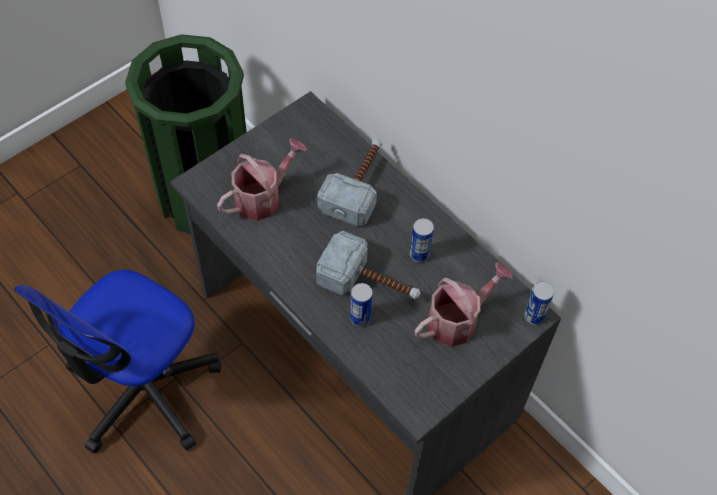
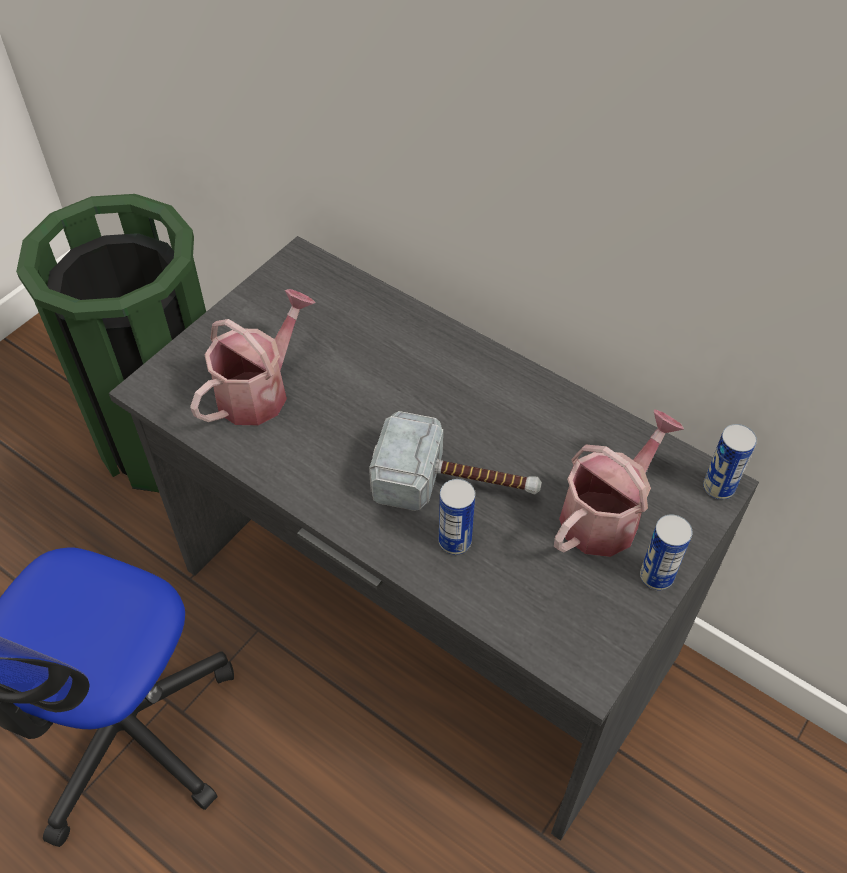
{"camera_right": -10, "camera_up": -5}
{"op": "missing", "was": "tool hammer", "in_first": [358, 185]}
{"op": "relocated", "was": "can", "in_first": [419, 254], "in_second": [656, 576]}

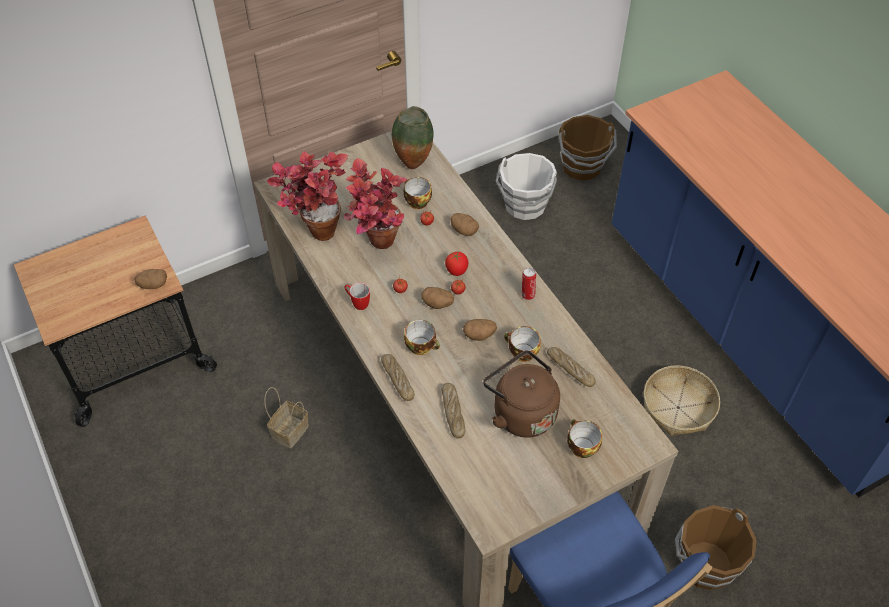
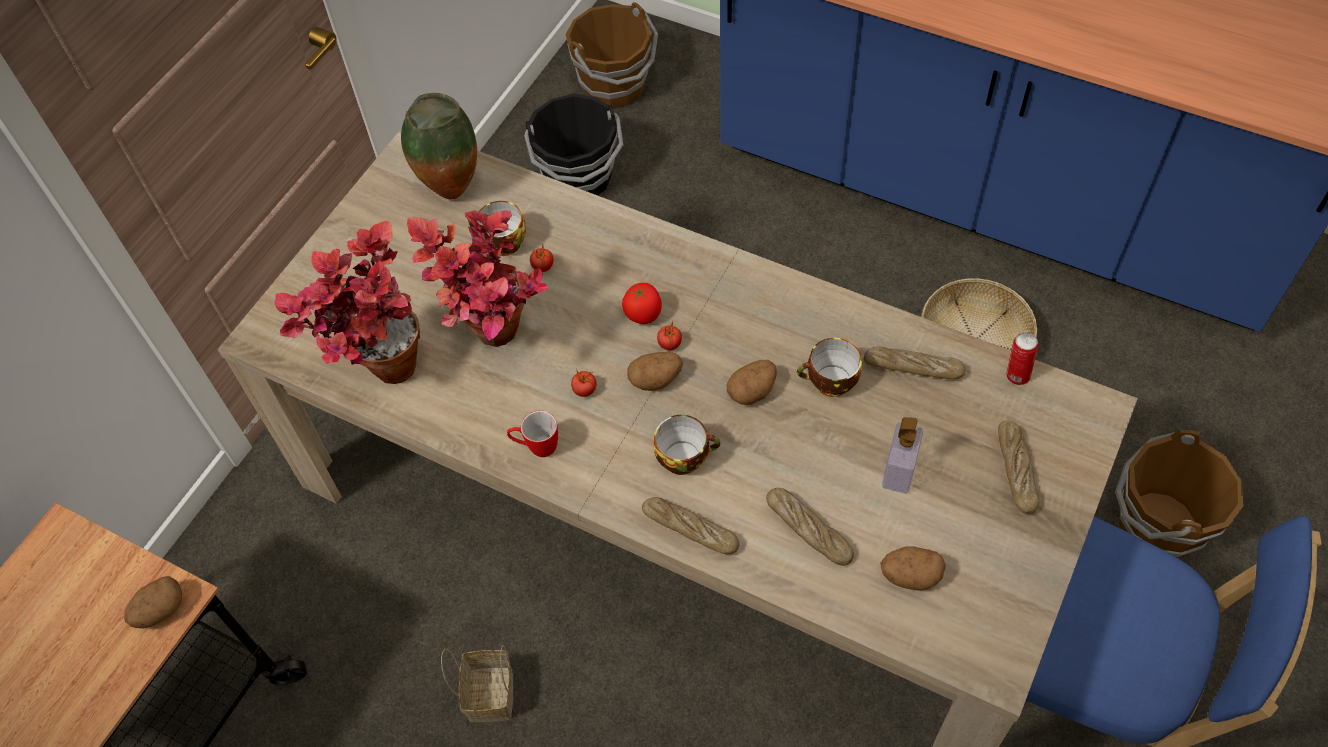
{"camera_right": -30, "camera_up": 5}
{"op": "relocated", "was": "spud", "in_first": [464, 230], "in_second": [910, 575]}
{"op": "exchanged", "was": "water kettle/brown-coloured", "now": "soap dispenser", "in_first": [521, 412], "in_second": [899, 470]}
{"op": "colour", "was": "bucket/white-coloured", "now": "bucket/black", "in_first": [525, 206], "in_second": [579, 179]}
{"op": "relocated", "was": "can", "in_first": [527, 294], "in_second": [1016, 375]}
{"op": "exchanged", "was": "drinking cup", "now": "bread", "in_first": [580, 446], "in_second": [1016, 470]}

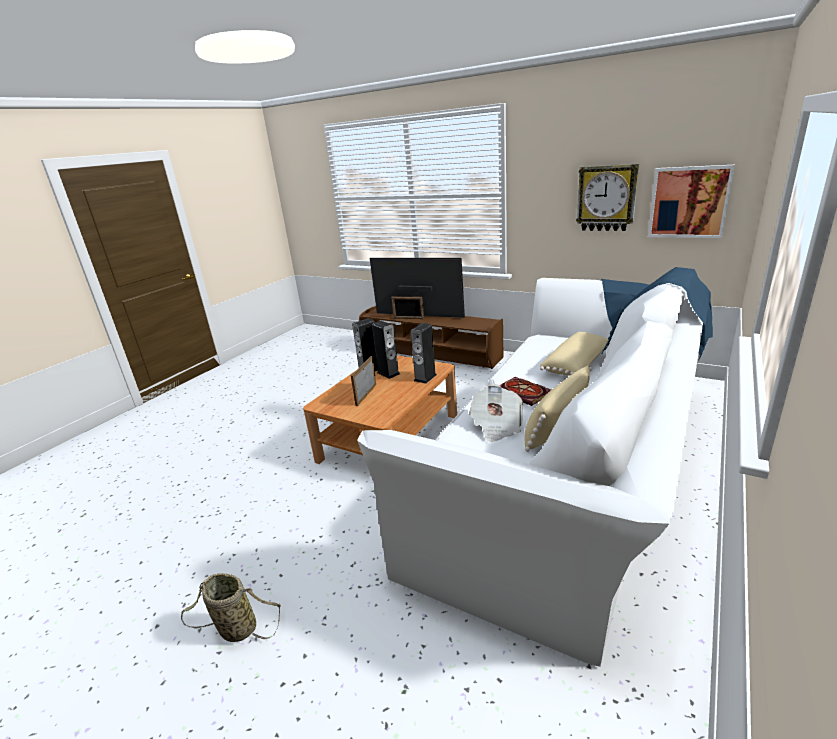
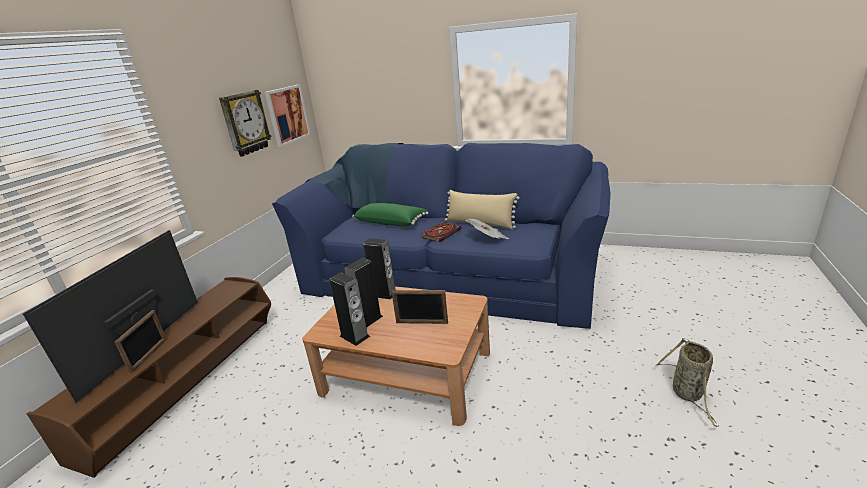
{"camera_right": -100, "camera_up": 0}
{"op": "colour", "was": "sofa/white-coloured", "now": "sofa/bluish", "in_first": [571, 471], "in_second": [450, 273]}
{"op": "colour", "was": "pillow/beige-coloured", "now": "pillow/green", "in_first": [578, 365], "in_second": [391, 222]}

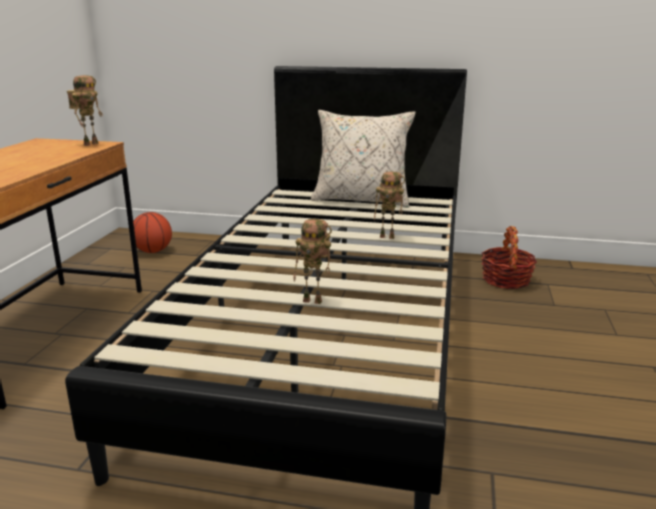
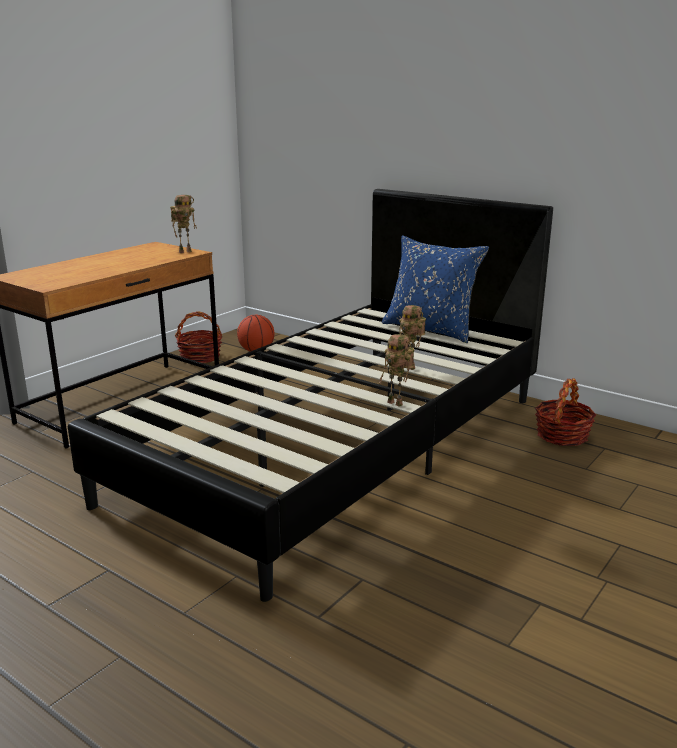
{"camera_right": 25, "camera_up": 0}
{"op": "relocated", "was": "robot figure", "in_first": [314, 300], "in_second": [397, 403]}
{"op": "colour", "was": "pillow/beige-coloured", "now": "pillow/bluish", "in_first": [361, 200], "in_second": [431, 329]}
{"op": "appeared", "now": "storage basket", "in_second": [200, 357]}

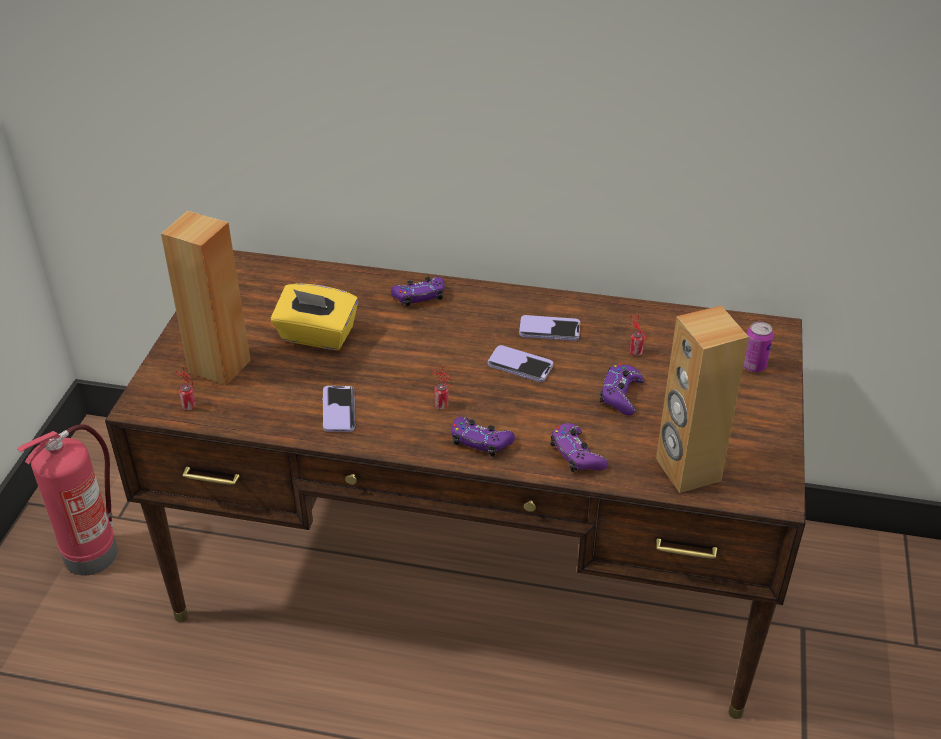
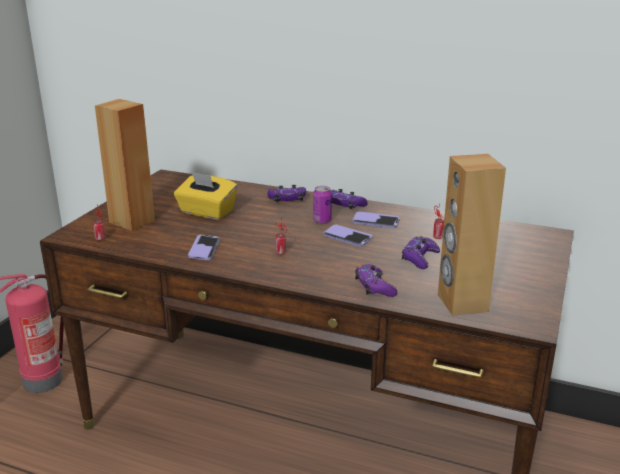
{"camera_right": 10, "camera_up": -15}
{"op": "relocated", "was": "joypad/purple-coloured", "in_first": [481, 441], "in_second": [345, 204]}
{"op": "relocated", "was": "can", "in_first": [753, 366], "in_second": [322, 221]}

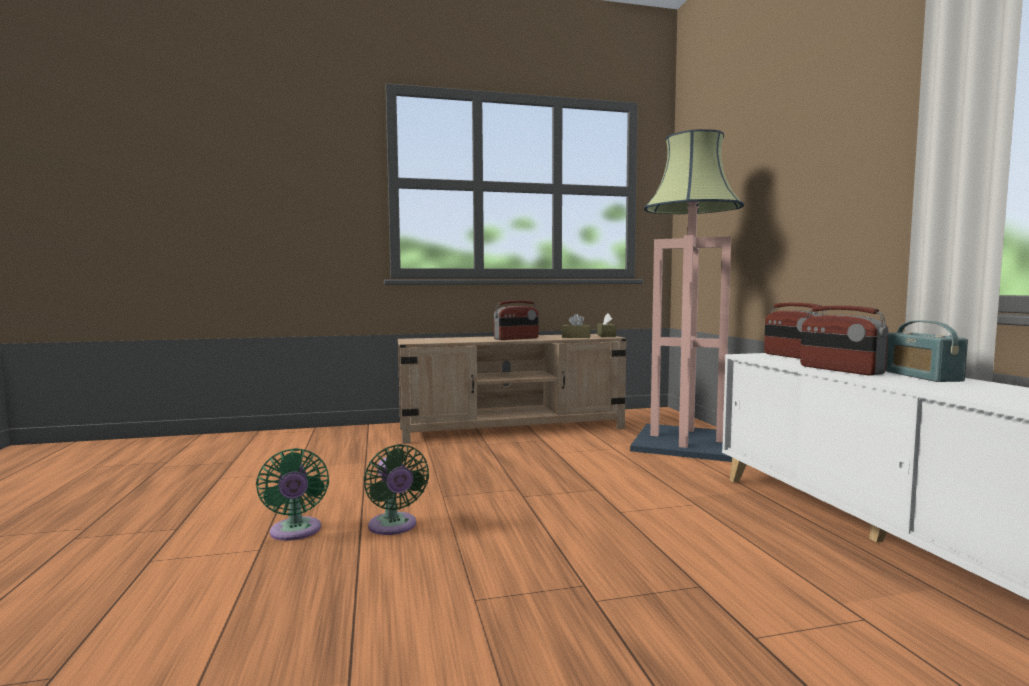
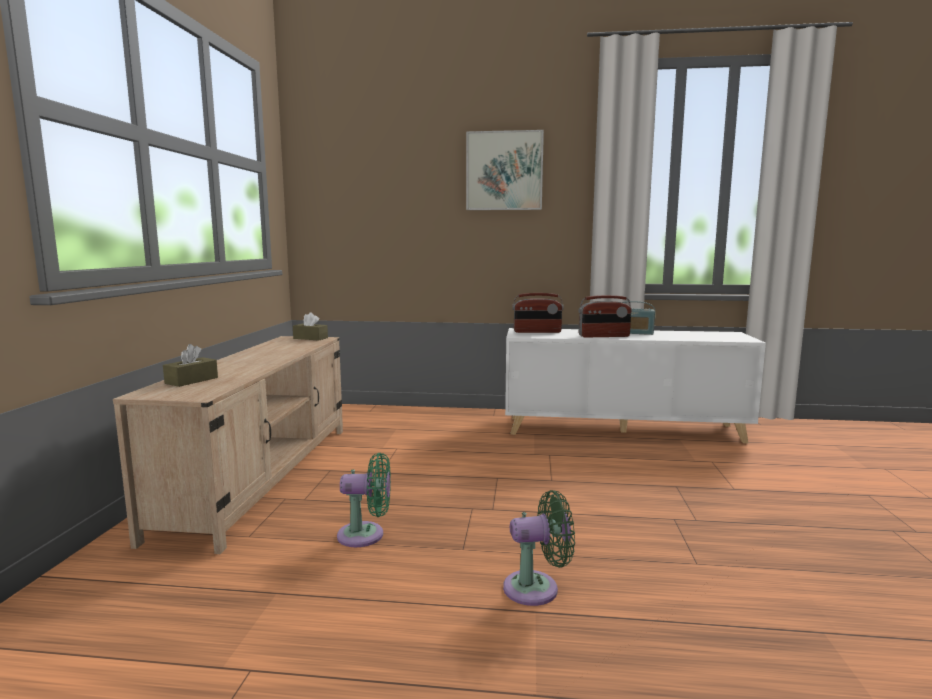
{"camera_right": -70, "camera_up": 5}
{"op": "relocated", "was": "fan/green", "in_first": [295, 532], "in_second": [366, 535]}
{"op": "missing", "was": "radio set", "in_first": [516, 338]}
{"op": "relocated", "was": "tissue holder/brown-coloured", "in_first": [576, 337], "in_second": [191, 380]}
{"op": "missing", "was": "floor lamp", "in_first": [687, 443]}
{"op": "appeared", "now": "wall art", "in_second": [504, 171]}

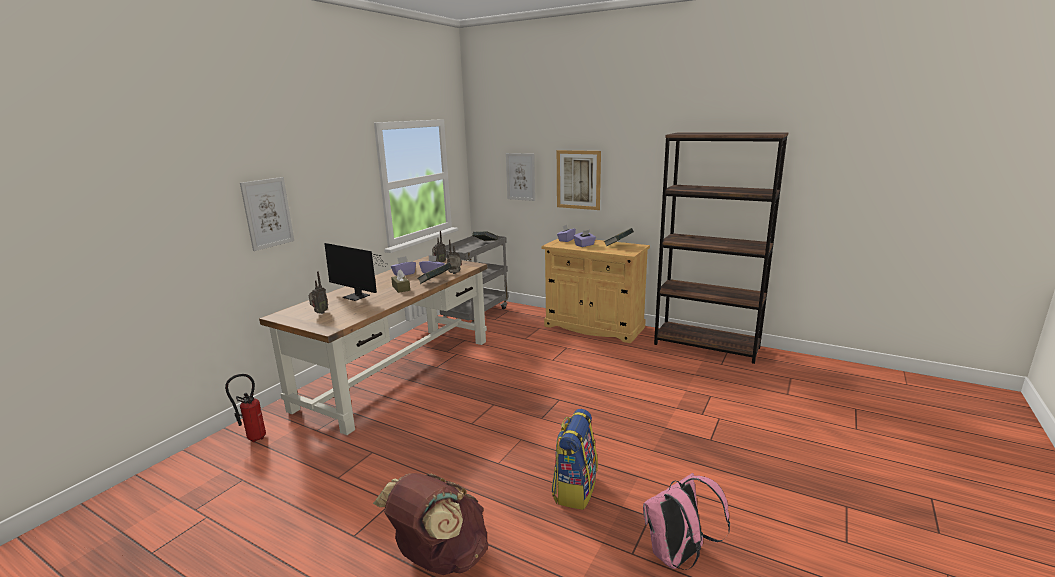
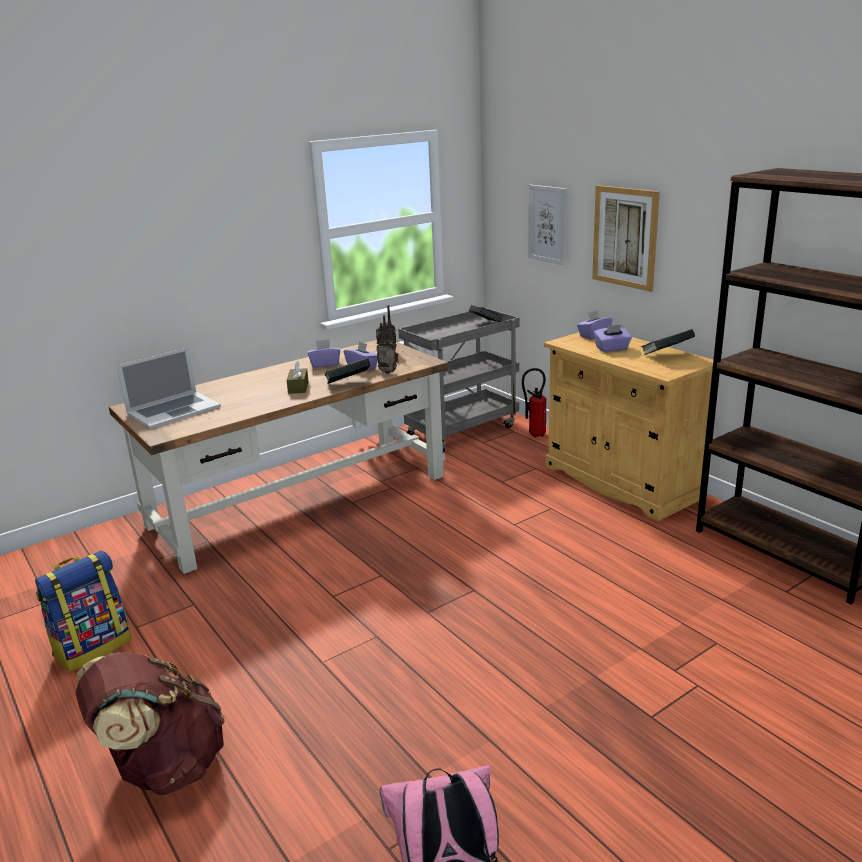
{"camera_right": 25, "camera_up": 5}
{"op": "relocated", "was": "fire-fighting cylinder", "in_first": [253, 439], "in_second": [534, 435]}
{"op": "missing", "was": "wall art", "in_first": [267, 213]}
{"op": "exchanged", "was": "radio set", "now": "notebook computer", "in_first": [319, 313], "in_second": [173, 410]}
{"op": "missing", "was": "computer screen", "in_first": [358, 297]}
{"op": "relocated", "was": "rucksack", "in_first": [574, 489], "in_second": [93, 647]}

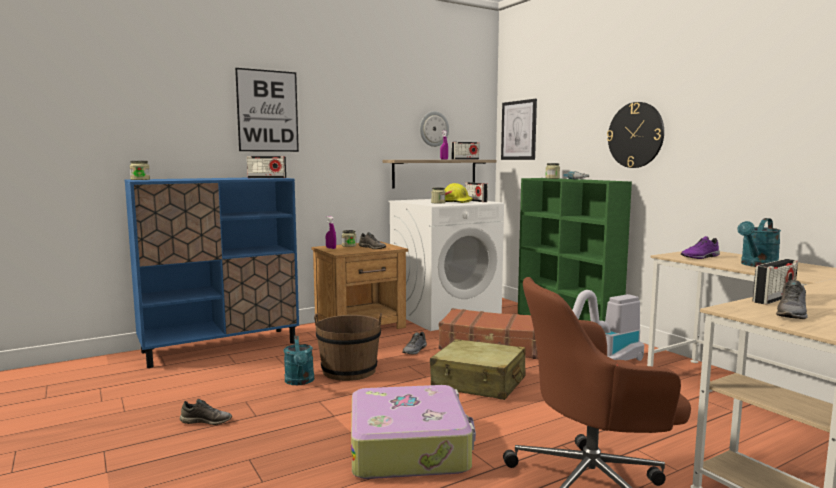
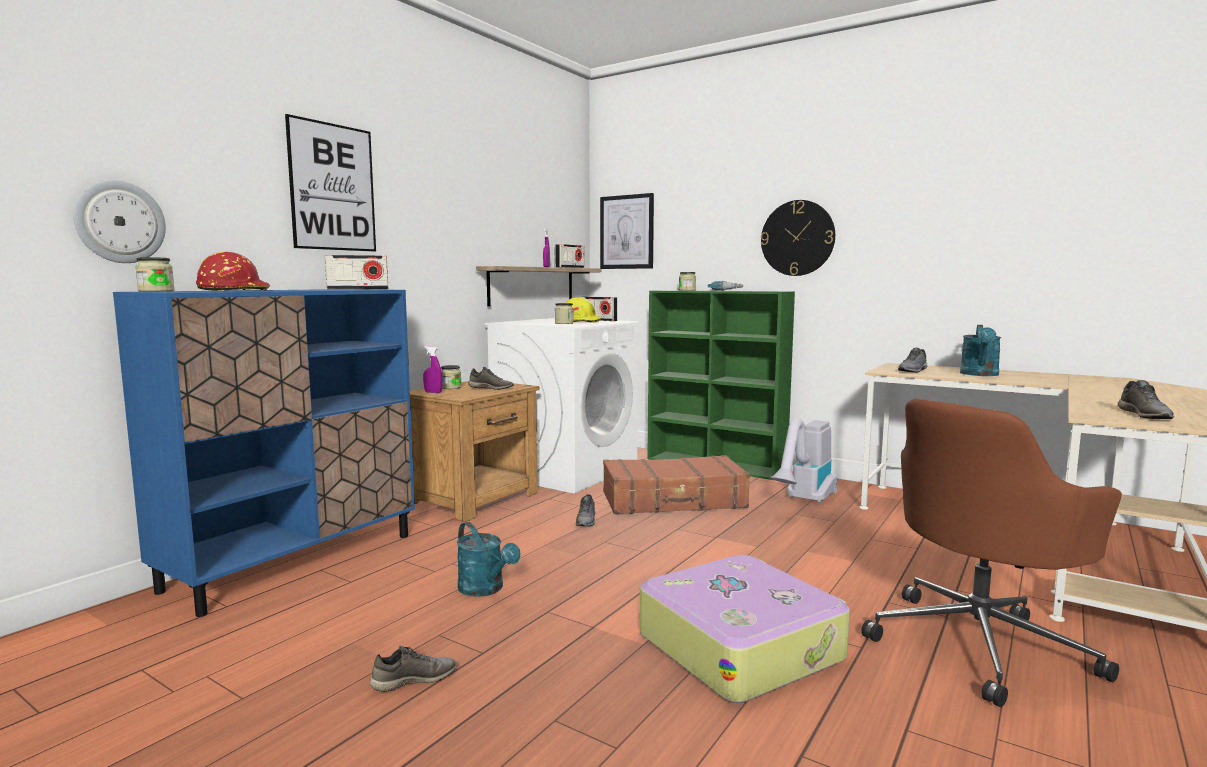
{"camera_right": -25, "camera_up": 0}
{"op": "missing", "was": "bucket/brown-coloured", "in_first": [349, 371]}
{"op": "relocated", "was": "clock on the wall", "in_first": [433, 129], "in_second": [120, 222]}
{"op": "missing", "was": "piece of luggage/beige-coloured", "in_first": [478, 383]}
{"op": "colour", "was": "shoe/purple-coloured", "now": "shoe/gray", "in_first": [700, 257], "in_second": [913, 370]}
{"op": "missing", "was": "radio set", "in_first": [774, 298]}
{"op": "appeared", "now": "safety helmet/reddish", "in_second": [234, 290]}

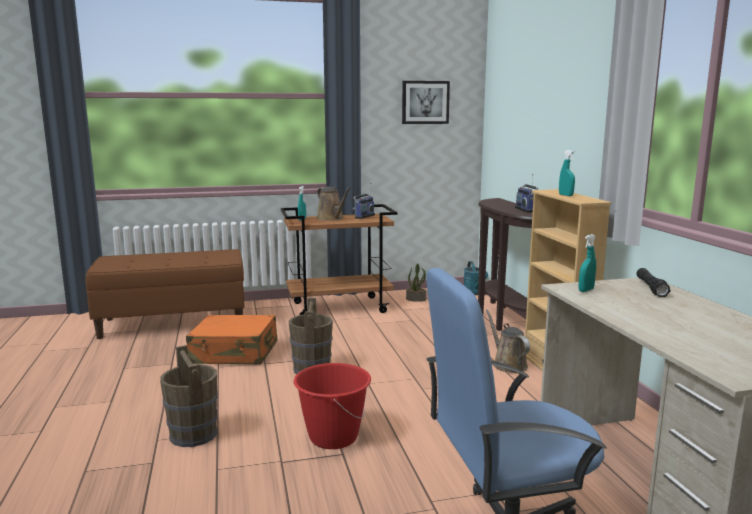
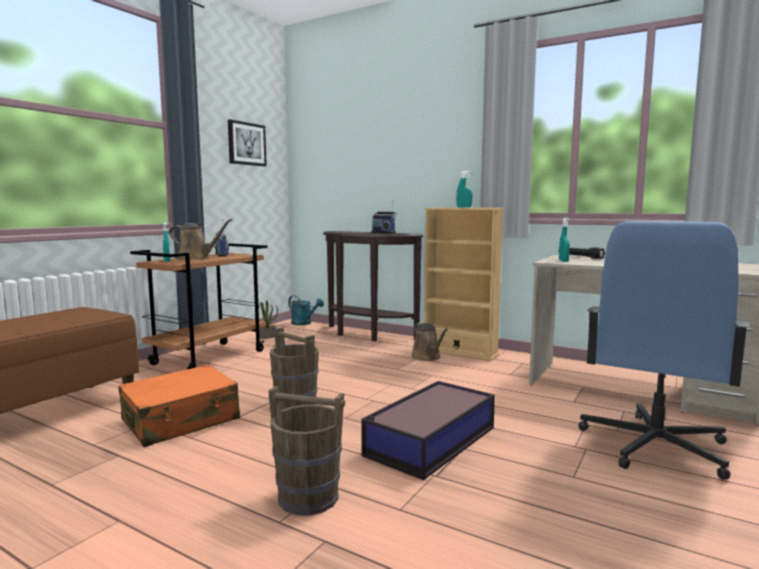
{"camera_right": -45, "camera_up": -5}
{"op": "exchanged", "was": "bucket/reddish", "now": "storage box", "in_first": [333, 437], "in_second": [429, 441]}
{"op": "spun", "was": "sprinkling can/brown-coloured", "in_first": [508, 364], "in_second": [427, 357], "clockwise": -135}

